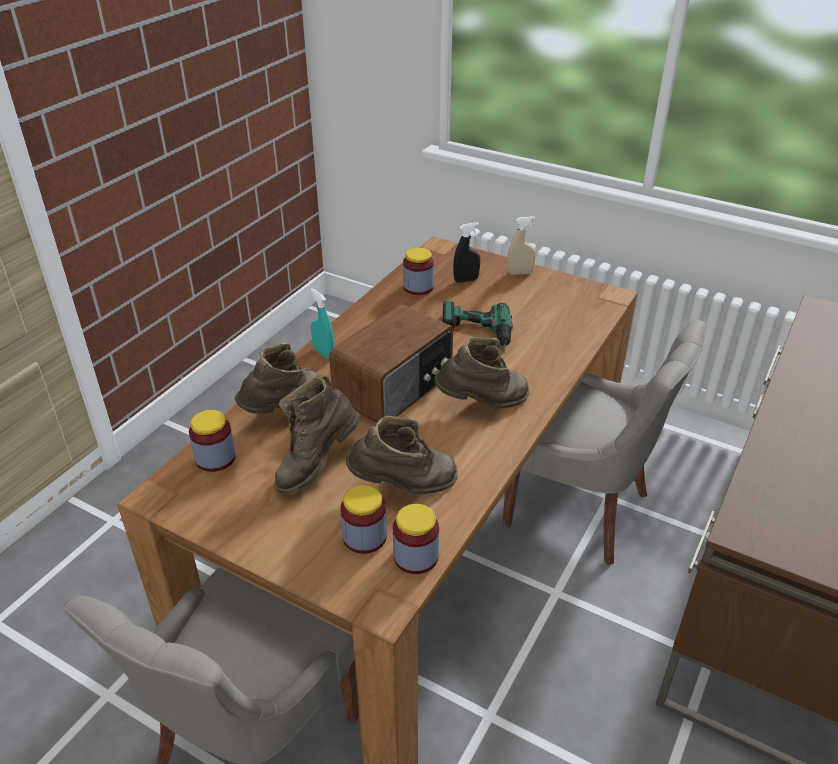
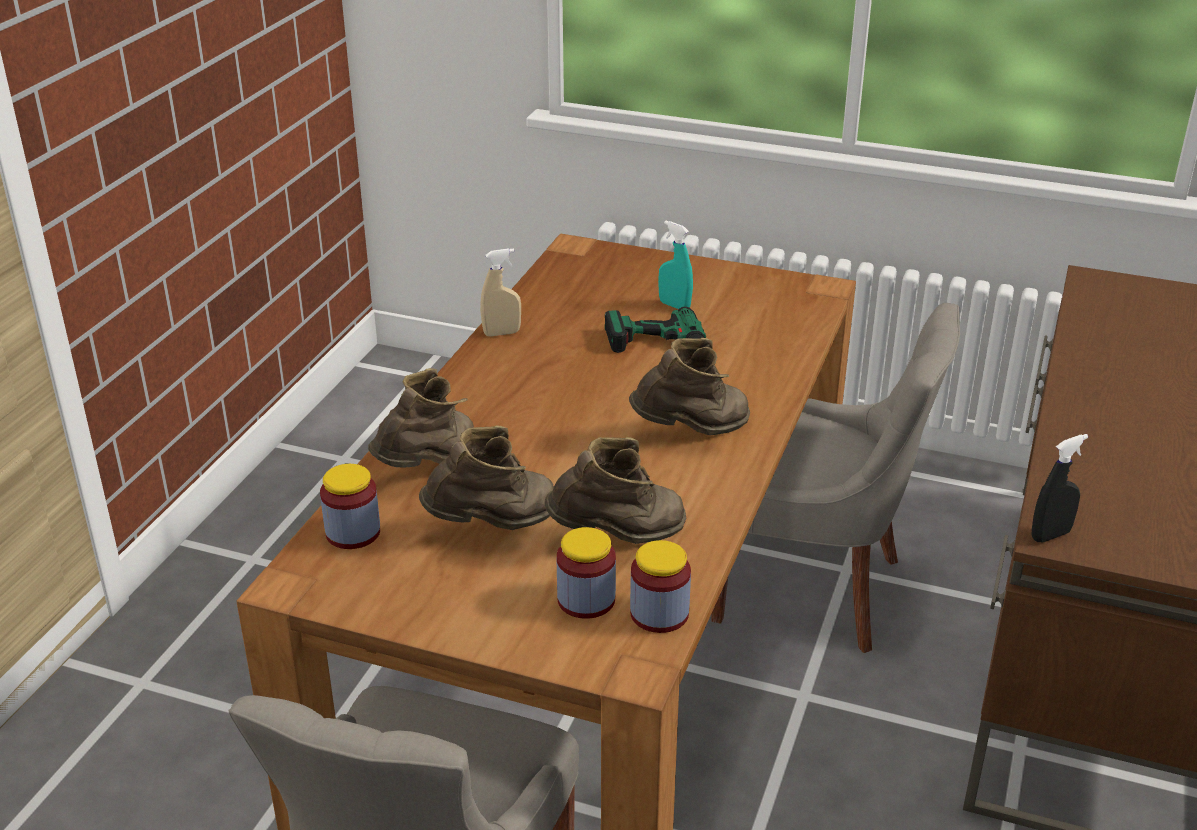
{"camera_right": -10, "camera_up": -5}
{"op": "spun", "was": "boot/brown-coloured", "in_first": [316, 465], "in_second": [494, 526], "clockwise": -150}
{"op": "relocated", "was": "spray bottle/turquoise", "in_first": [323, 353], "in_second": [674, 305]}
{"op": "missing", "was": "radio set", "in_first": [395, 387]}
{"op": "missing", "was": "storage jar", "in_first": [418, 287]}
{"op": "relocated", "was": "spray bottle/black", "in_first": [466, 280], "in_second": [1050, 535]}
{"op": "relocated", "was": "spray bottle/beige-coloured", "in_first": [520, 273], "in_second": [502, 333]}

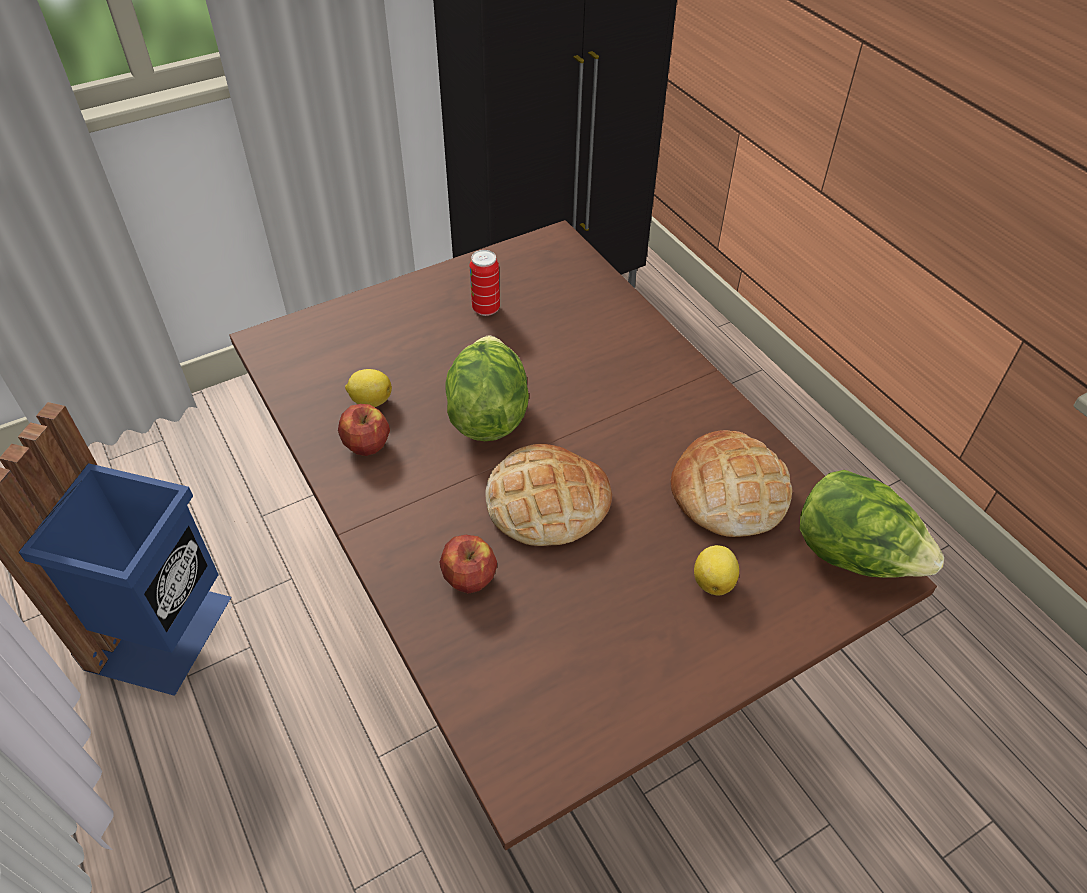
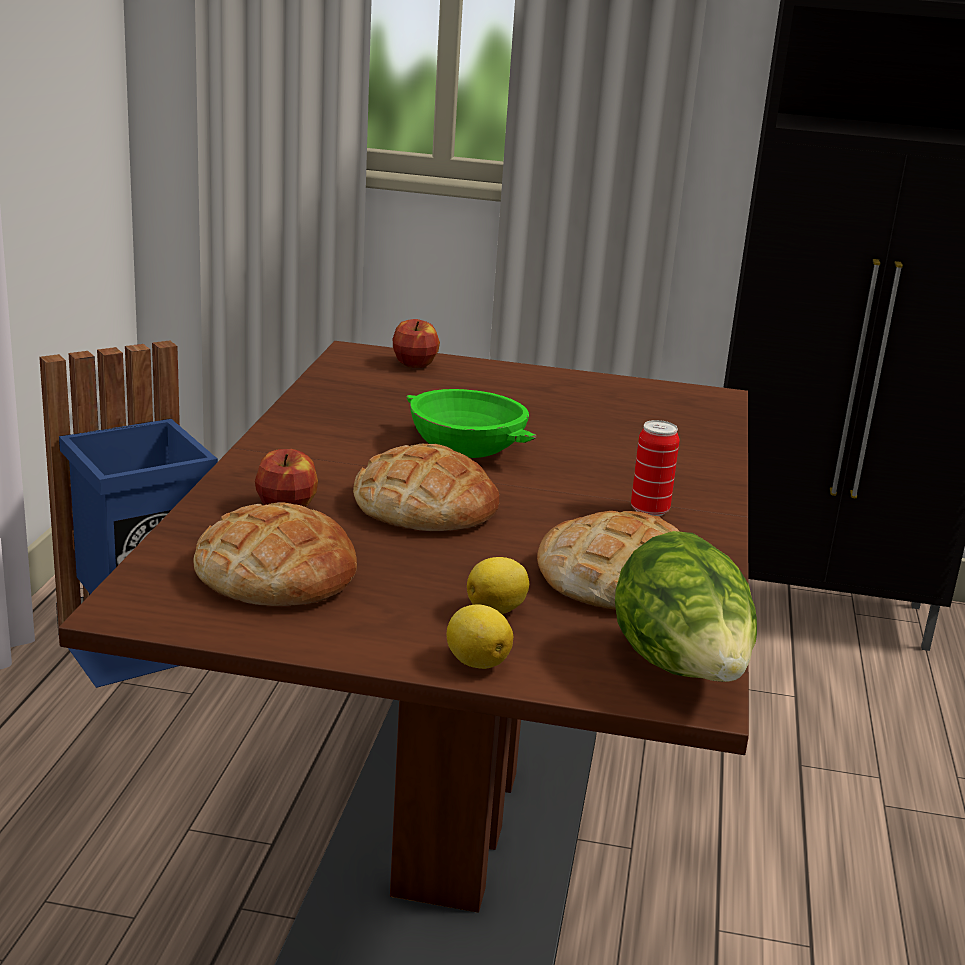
{"camera_right": 40, "camera_up": -25}
{"op": "relocated", "was": "whole apple", "in_first": [366, 444], "in_second": [415, 364]}
{"op": "relocated", "was": "whole lemon", "in_first": [370, 400], "in_second": [476, 661]}
{"op": "exchanged", "was": "lettuce head", "now": "deep dish/green", "in_first": [487, 413], "in_second": [464, 447]}
{"op": "relocated", "was": "can", "in_first": [486, 309], "in_second": [649, 510]}
{"op": "appeared", "now": "bread", "in_second": [277, 573]}

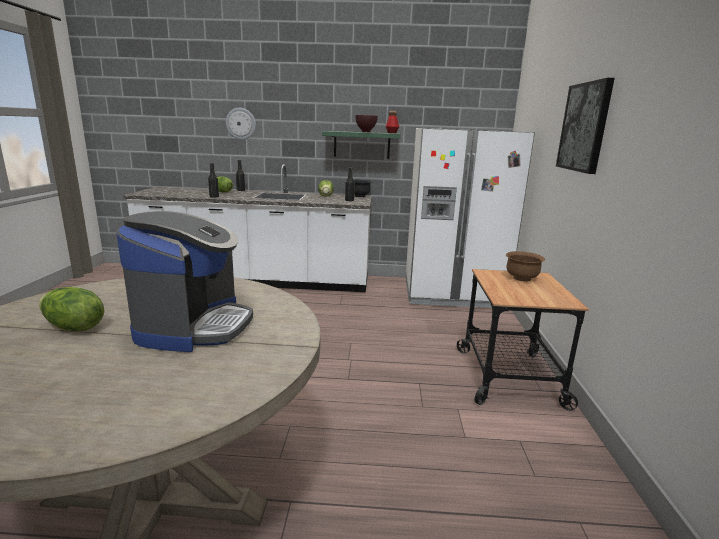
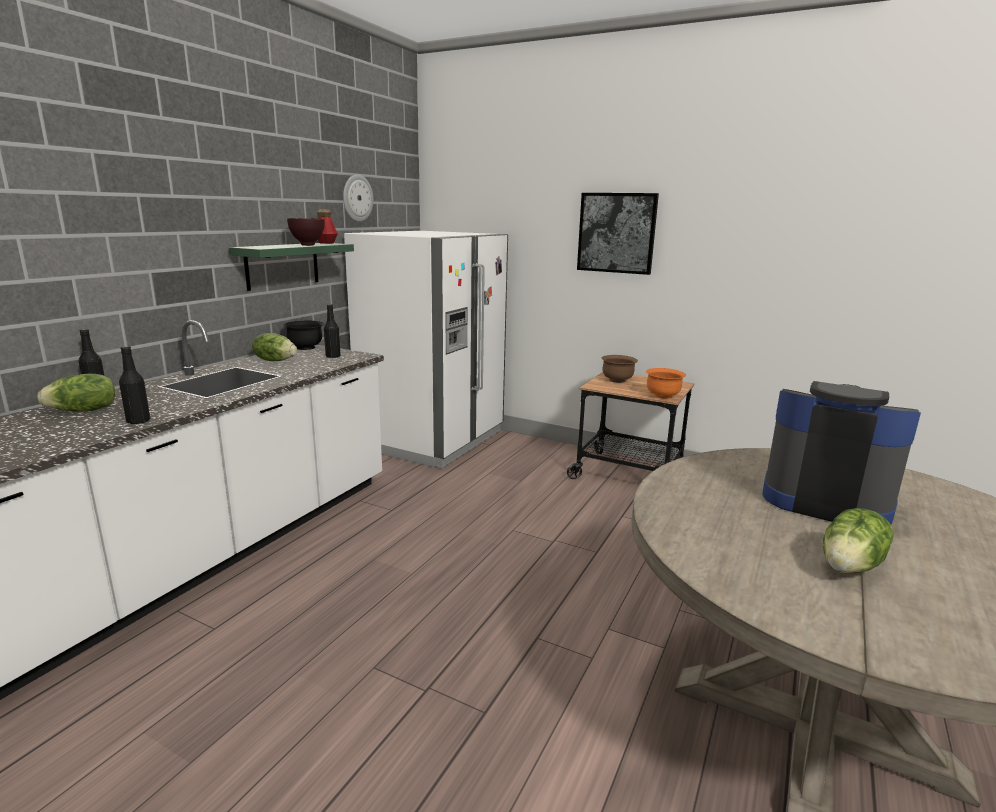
{"camera_right": -65, "camera_up": 0}
{"op": "relocated", "was": "clock on the wall", "in_first": [241, 123], "in_second": [357, 198]}
{"op": "appeared", "now": "deep dish/orange-coloured", "in_second": [662, 396]}

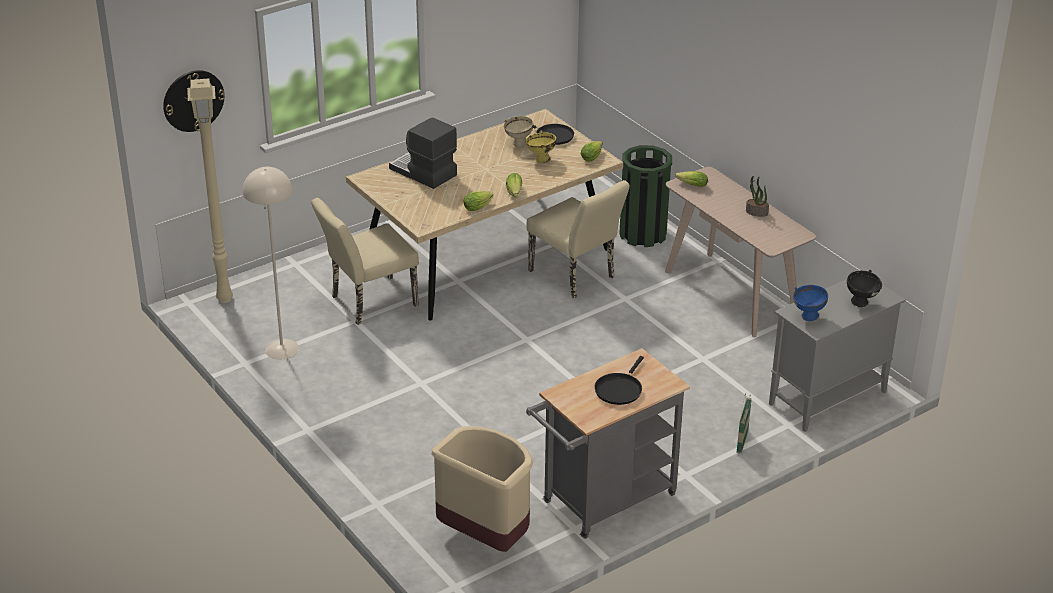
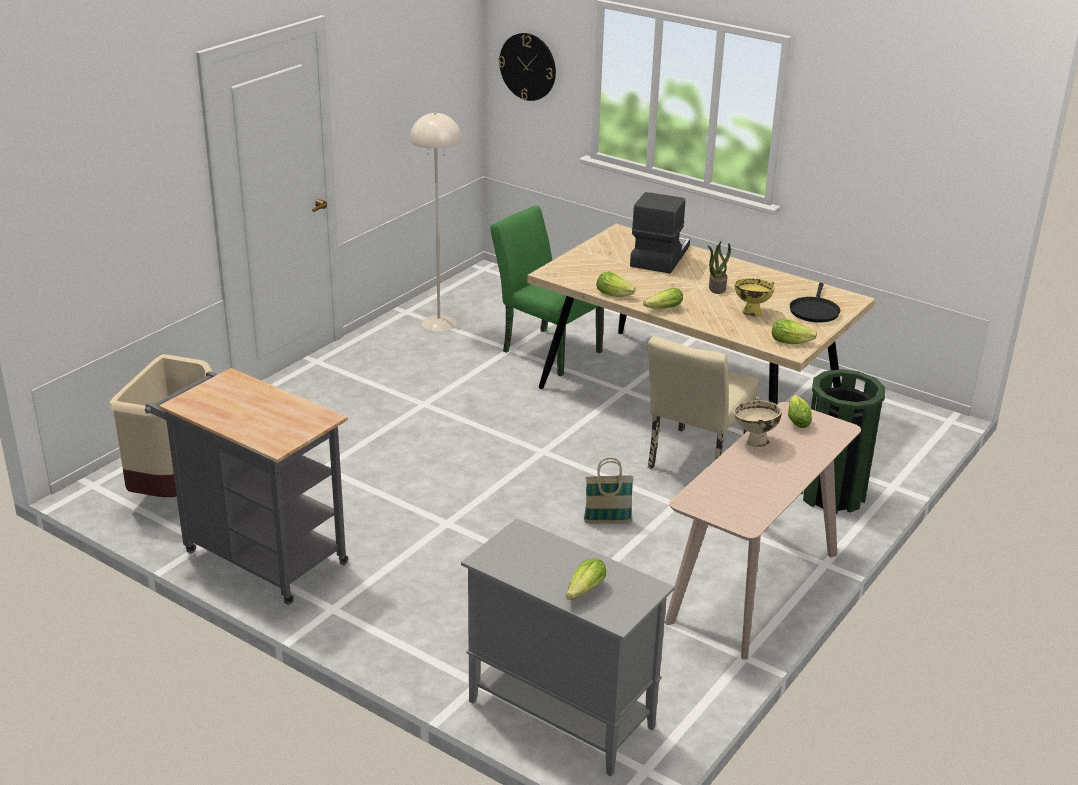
{"camera_right": 70, "camera_up": -5}
{"op": "missing", "was": "floor lamp/beige-coloured", "in_first": [225, 299]}
{"op": "colour", "was": "chair/beige-coloured", "now": "chair/green", "in_first": [368, 302], "in_second": [546, 349]}
{"op": "relocated", "was": "deep dish/beige-coloured", "in_first": [519, 144], "in_second": [754, 442]}
{"op": "missing", "was": "pan/black", "in_first": [619, 389]}
{"op": "relocated", "was": "storage basket", "in_first": [742, 443], "in_second": [607, 522]}
{"op": "relocated", "was": "houseplant", "in_first": [756, 212], "in_second": [716, 287]}
{"op": "missing", "was": "deep dish/bluish", "in_first": [808, 317]}
{"op": "exchanged", "was": "deep dish/black", "now": "lettuce head", "in_first": [861, 303], "in_second": [583, 593]}

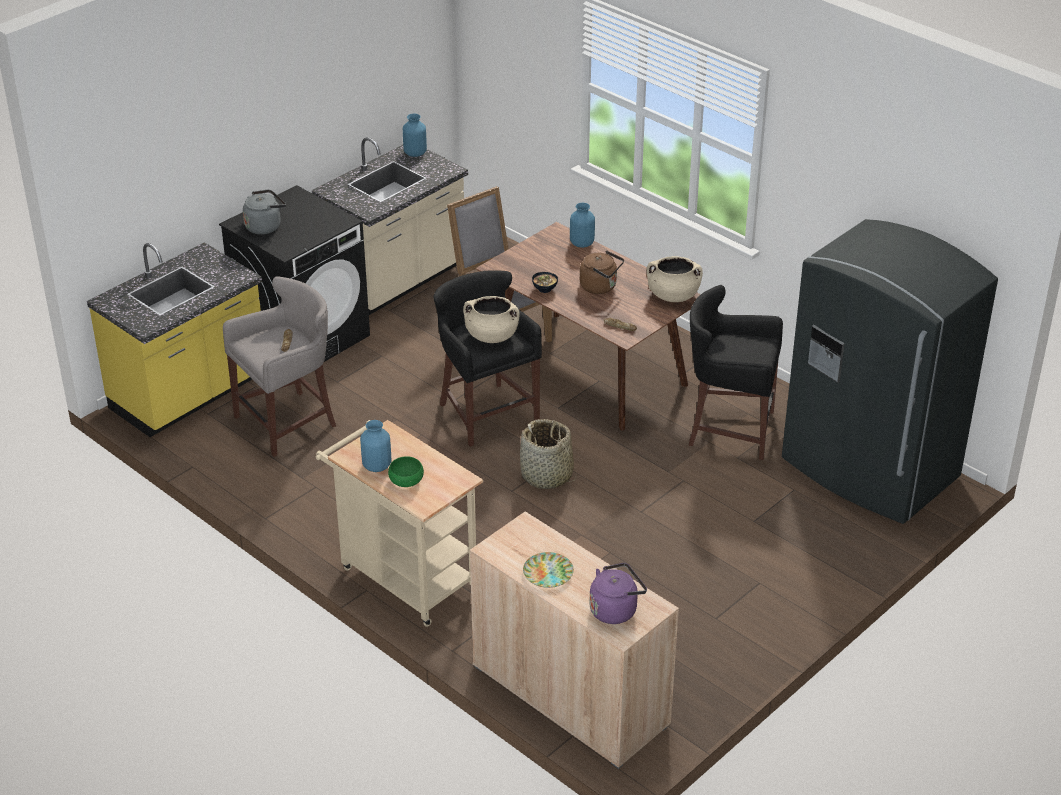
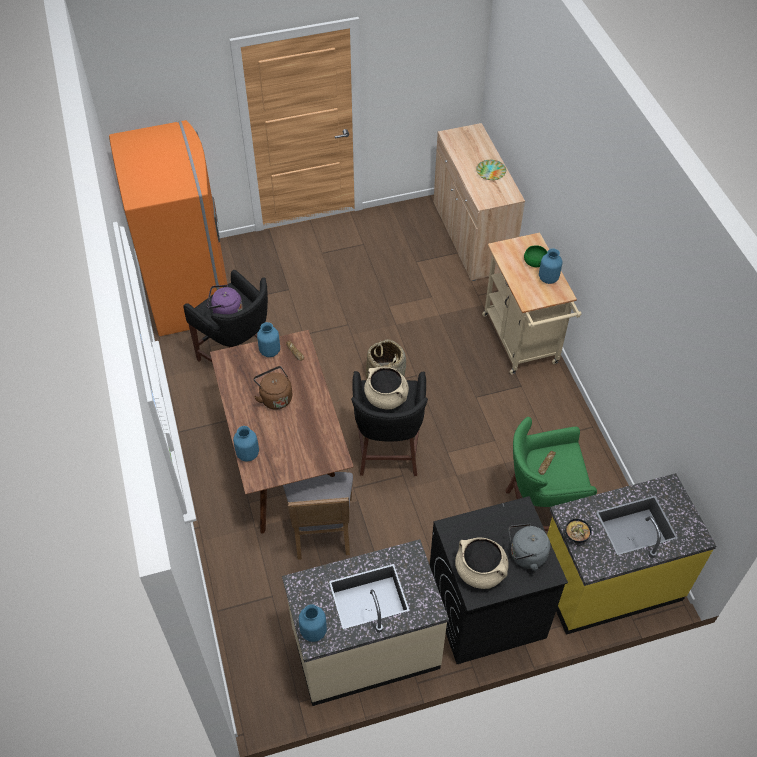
{"camera_right": -150, "camera_up": 15}
{"op": "colour", "was": "stool seat/gray", "now": "stool seat/green", "in_first": [289, 421], "in_second": [539, 512]}
{"op": "relocated", "was": "deep dish", "in_first": [544, 289], "in_second": [576, 536]}
{"op": "relocated", "was": "water kettle/purple-coloured", "in_first": [615, 609], "in_second": [226, 313]}
{"op": "relocated", "was": "cooking pot/beige-coloured", "in_first": [673, 296], "in_second": [480, 571]}
{"op": "colour", "was": "refrigerator/gray", "now": "refrigerator/orange-coloured", "in_first": [868, 470], "in_second": [189, 292]}
{"op": "appeared", "now": "decorative vase/bluish", "in_second": [269, 351]}

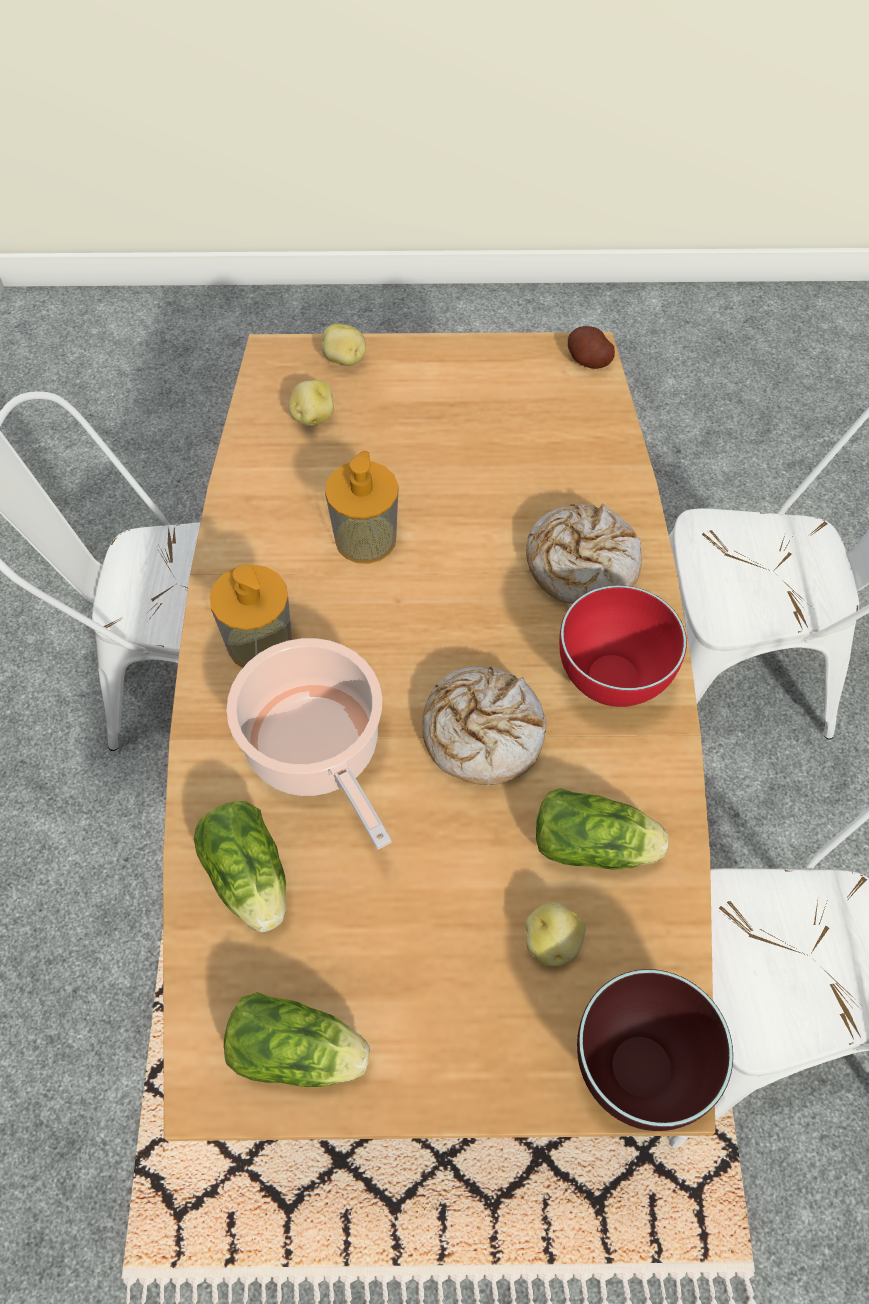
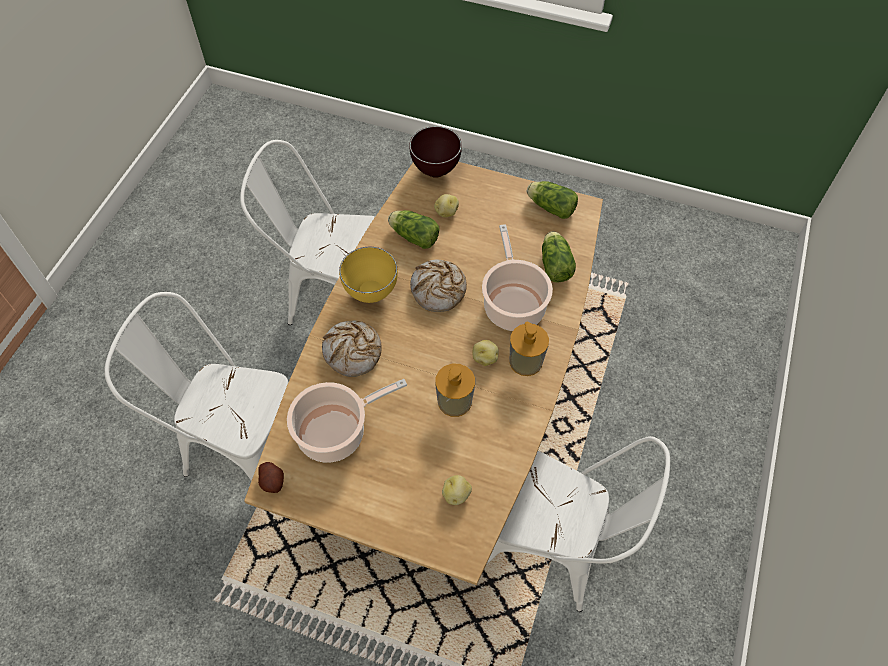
{"camera_right": -160, "camera_up": 0}
{"op": "relocated", "was": "spud", "in_first": [344, 359], "in_second": [485, 358]}
{"op": "colour", "was": "deep dish/reddish", "now": "deep dish/yellow-coloured", "in_first": [610, 685], "in_second": [372, 292]}
{"op": "appeared", "now": "cooking pot", "in_second": [336, 432]}

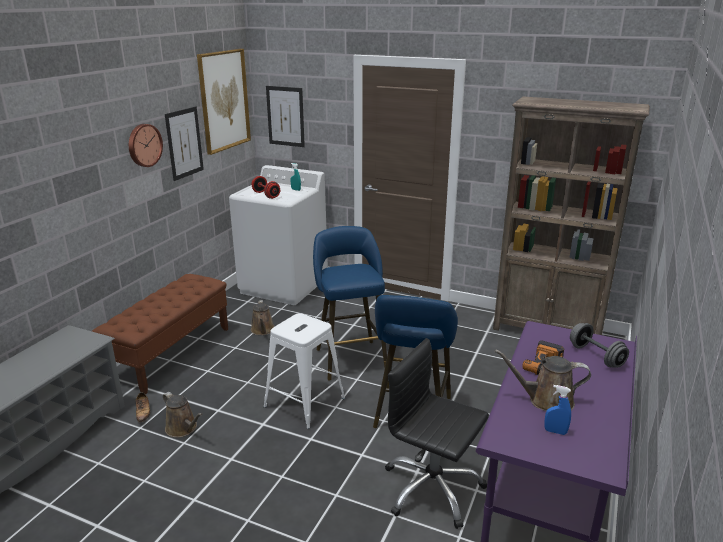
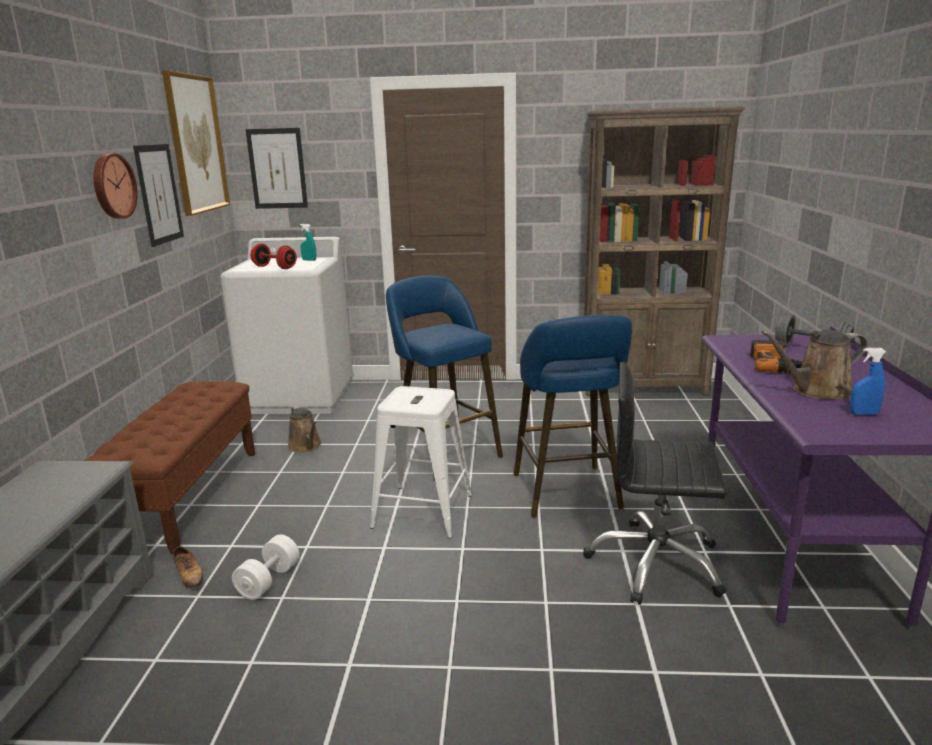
{"camera_right": -20, "camera_up": -5}
{"op": "exchanged", "was": "sprinkling can/brown-coloured", "now": "hand weight/white-coloured", "in_first": [183, 428], "in_second": [268, 580]}

